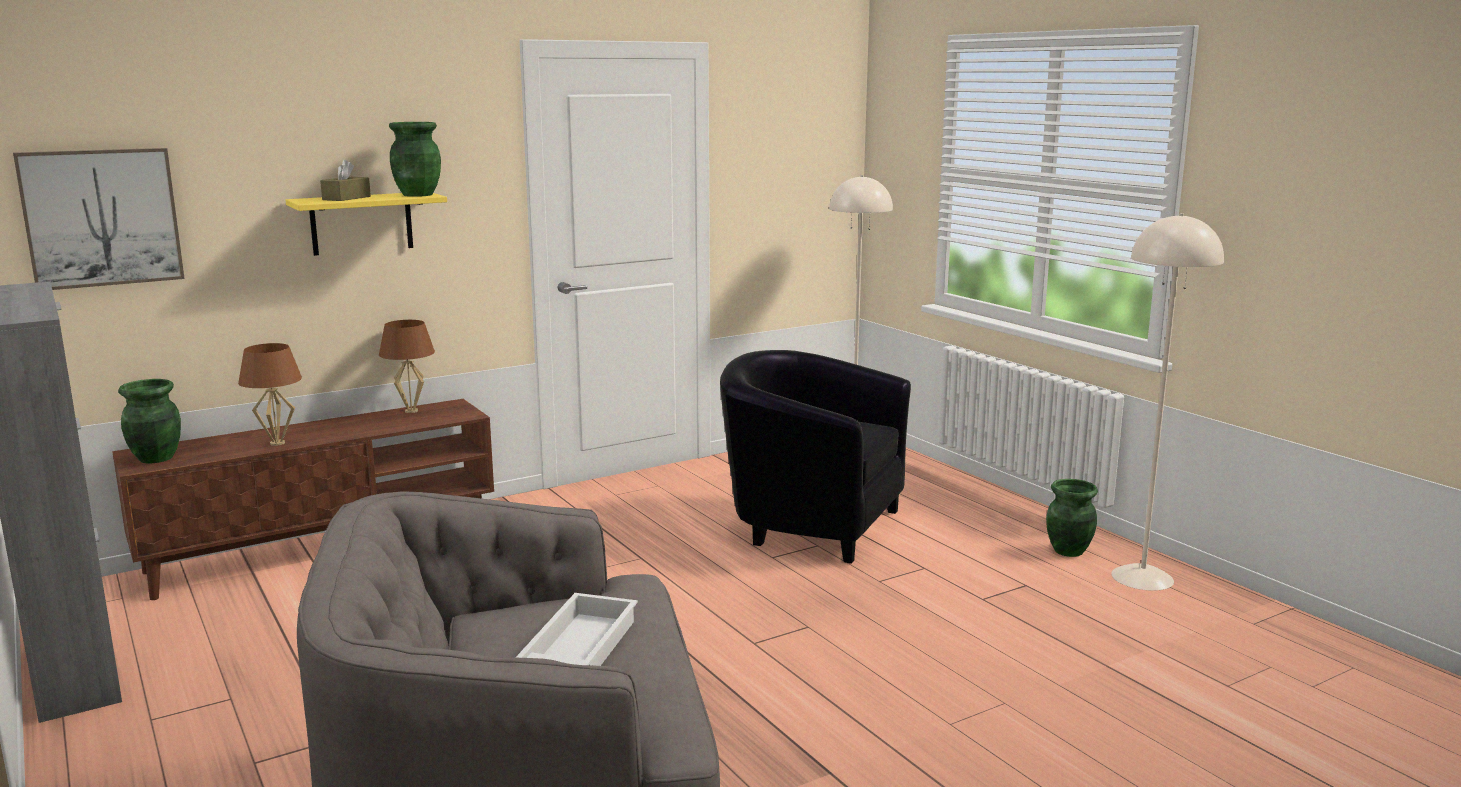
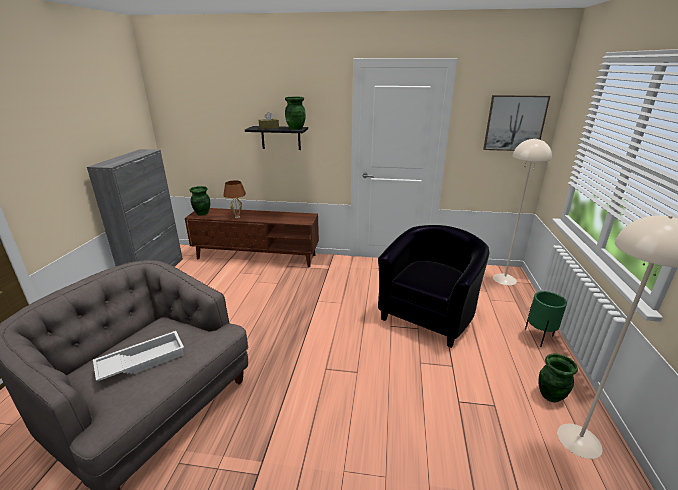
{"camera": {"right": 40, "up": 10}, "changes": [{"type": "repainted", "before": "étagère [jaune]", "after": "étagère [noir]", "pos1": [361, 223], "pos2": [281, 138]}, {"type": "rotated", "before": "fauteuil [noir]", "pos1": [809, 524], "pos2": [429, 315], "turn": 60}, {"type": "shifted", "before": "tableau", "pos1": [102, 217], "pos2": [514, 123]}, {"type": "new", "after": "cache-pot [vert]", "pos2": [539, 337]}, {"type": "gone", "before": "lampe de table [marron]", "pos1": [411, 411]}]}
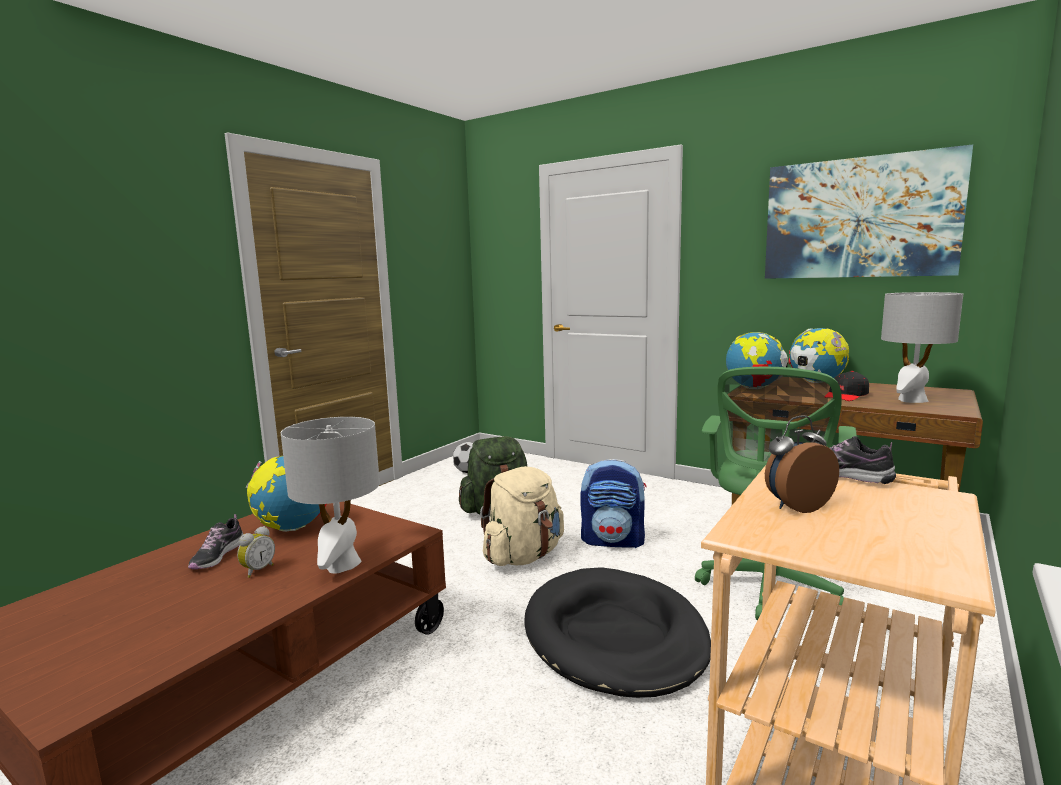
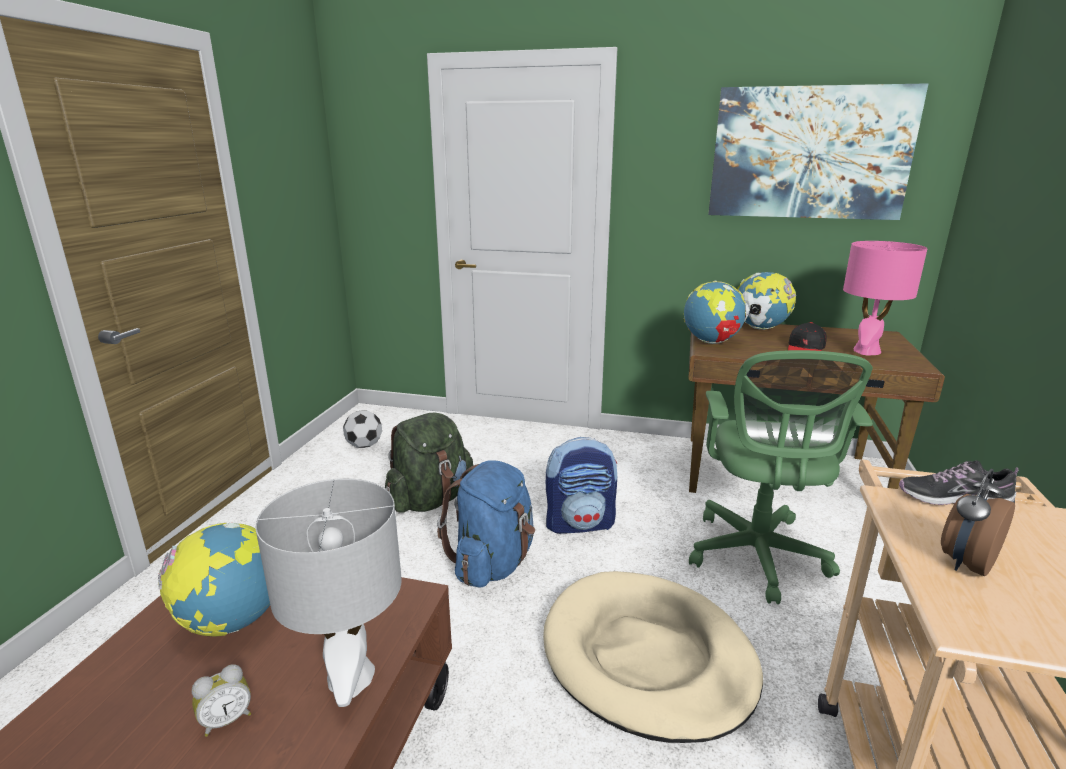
{"camera": {"right": -20, "up": 10}, "changes": [{"type": "rotated", "before": "réveil", "pos1": [257, 570], "pos2": [226, 720], "turn": 45}, {"type": "repainted", "before": "sac à dos [beige]", "after": "sac à dos [bleu]", "pos1": [524, 556], "pos2": [493, 563]}, {"type": "repainted", "before": "panier pour chien [noir]", "after": "panier pour chien [beige]", "pos1": [614, 636], "pos2": [647, 658]}, {"type": "repainted", "before": "lampe de table [gris]", "after": "lampe de table [rose]", "pos1": [912, 400], "pos2": [866, 351]}, {"type": "gone", "before": "chaussure", "pos1": [217, 556]}]}
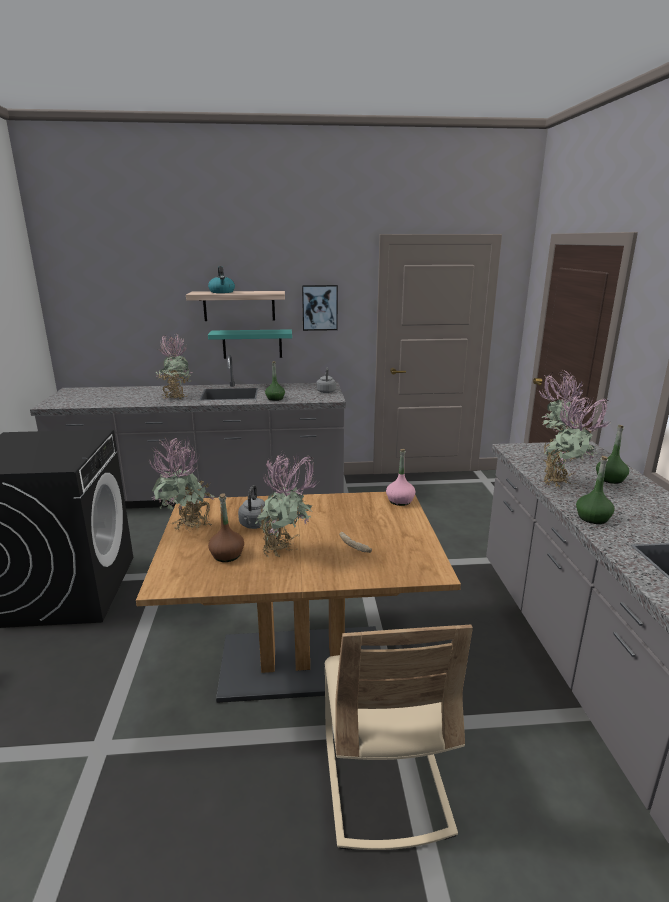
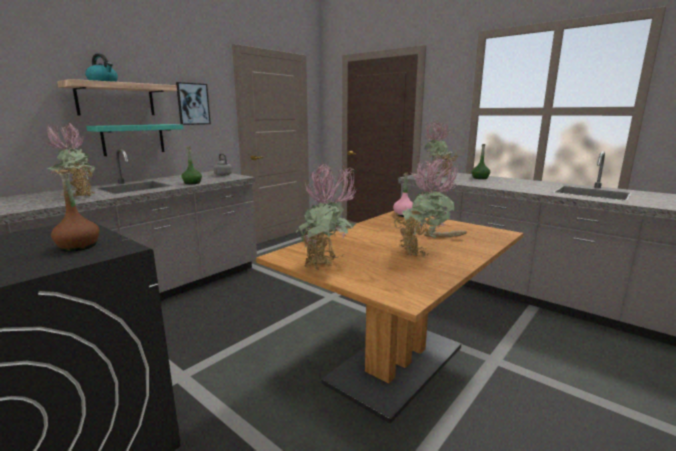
{"camera": {"right": -45, "up": -5}, "changes": [{"type": "shifted", "before": "bouteille [marron]", "pos1": [227, 555], "pos2": [79, 246]}, {"type": "gone", "before": "bouilloire [gris]", "pos1": [254, 525]}, {"type": "gone", "before": "chaise [beige]", "pos1": [385, 780]}, {"type": "gone", "before": "plante en pot", "pos1": [564, 485]}, {"type": "gone", "before": "bouteille [vert]", "pos1": [593, 518]}]}
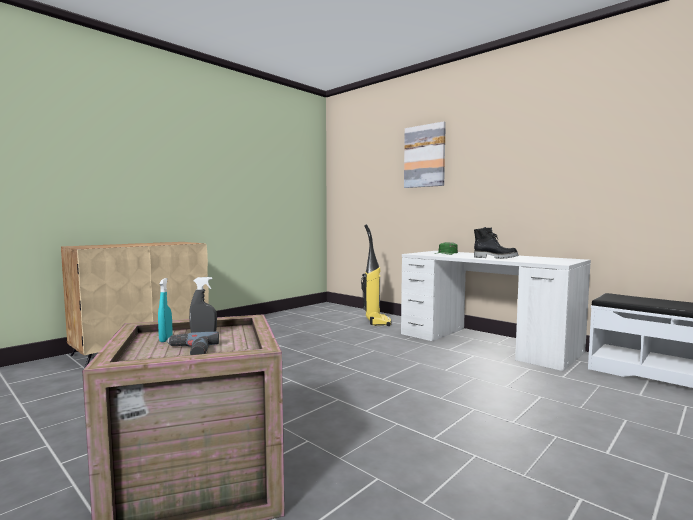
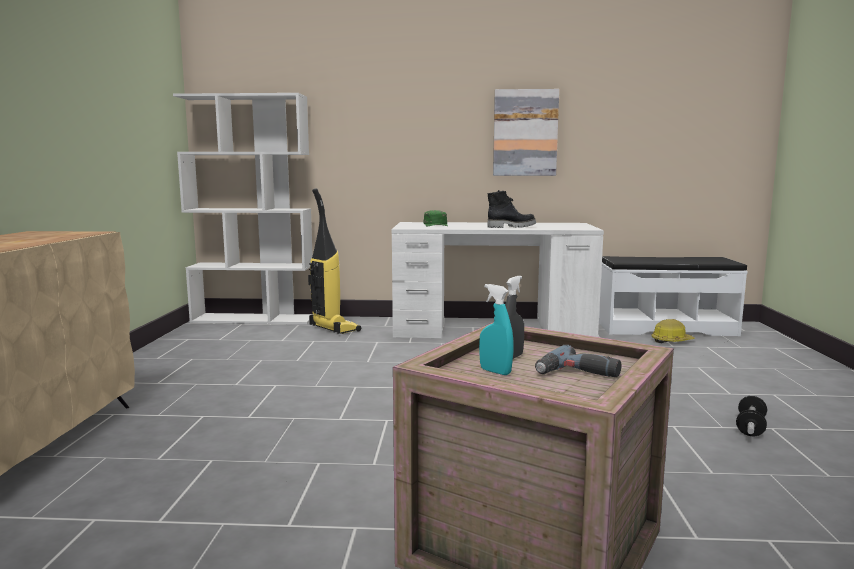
{"camera": {"right": -40, "up": 5}, "changes": [{"type": "new", "after": "bibliothèque [blanc]", "pos2": [254, 319]}, {"type": "shifted", "before": "tableau", "pos1": [424, 156], "pos2": [525, 133]}, {"type": "new", "after": "casque de chantier", "pos2": [671, 341]}, {"type": "new", "after": "haltère", "pos2": [750, 427]}]}
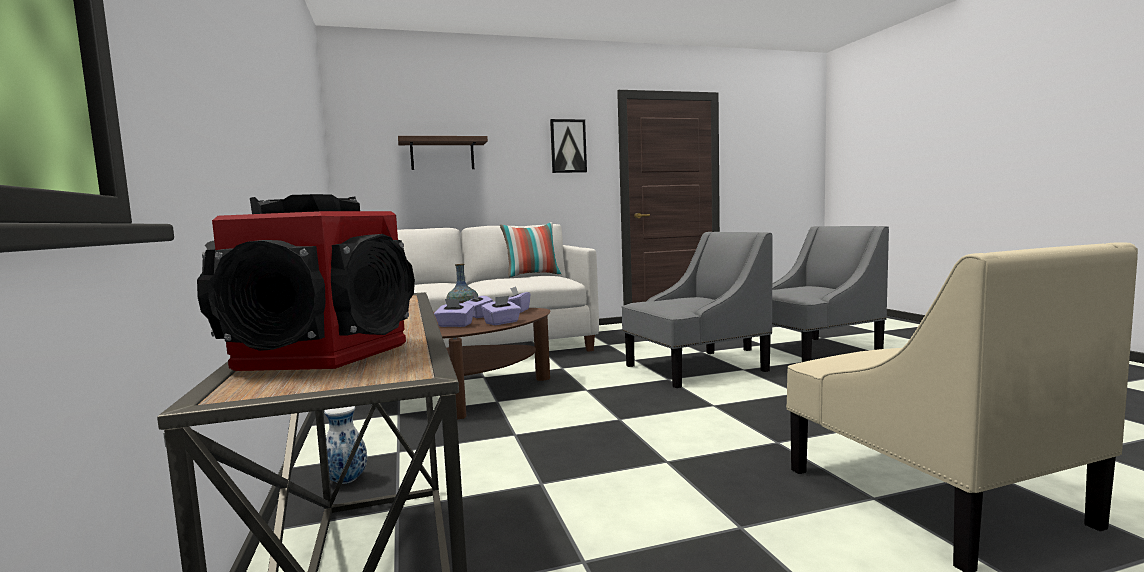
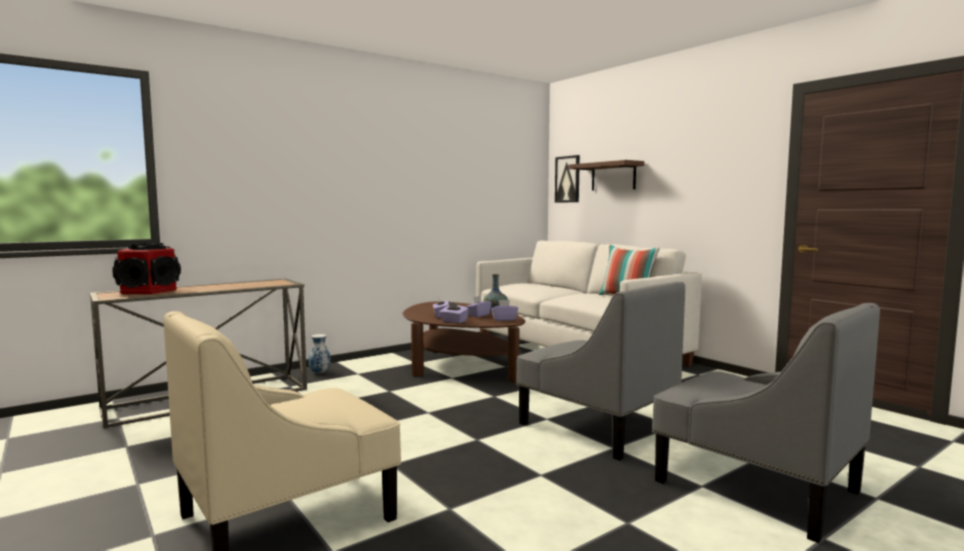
{"camera": {"right": 70, "up": 0}, "changes": [{"type": "shifted", "before": "tableau", "pos1": [568, 146], "pos2": [567, 179]}]}
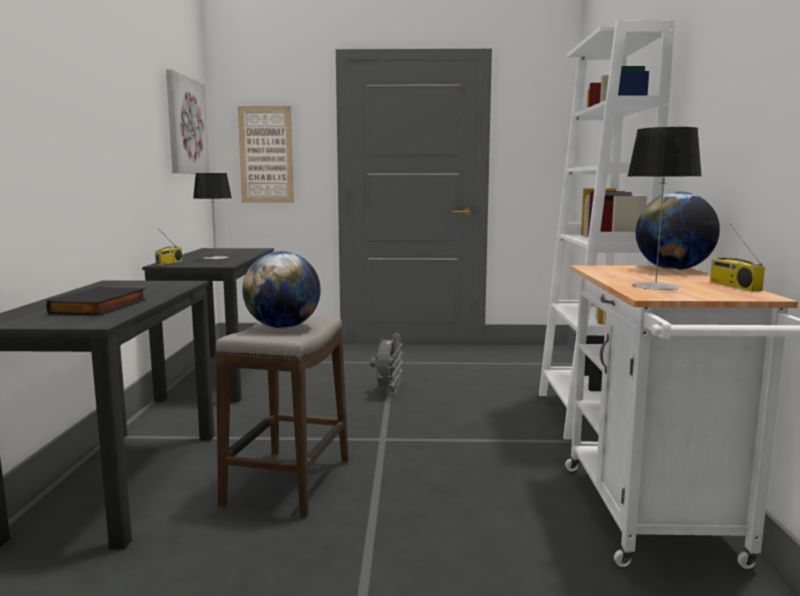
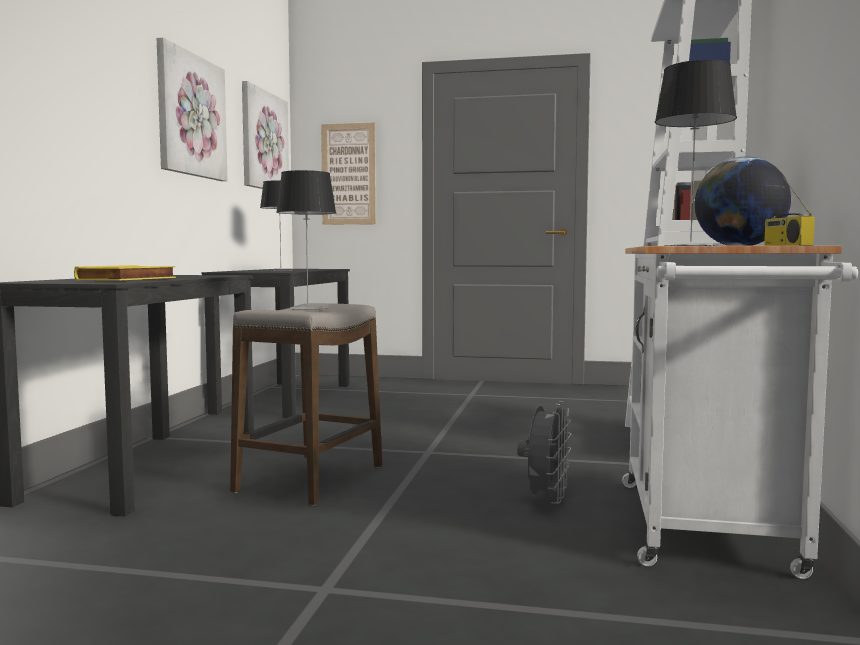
{"camera": {"right": 10, "up": -5}, "changes": [{"type": "repainted", "before": "livre [noir]", "after": "livre [jaune]", "pos1": [101, 307], "pos2": [128, 279]}, {"type": "new", "after": "tableau", "pos2": [190, 115]}, {"type": "swapped", "before": "globe", "after": "lampe de table", "pos1": [283, 327], "pos2": [307, 308]}, {"type": "shifted", "before": "ventilateur [gris]", "pos1": [388, 391], "pos2": [546, 499]}, {"type": "gone", "before": "radio", "pos1": [169, 263]}]}
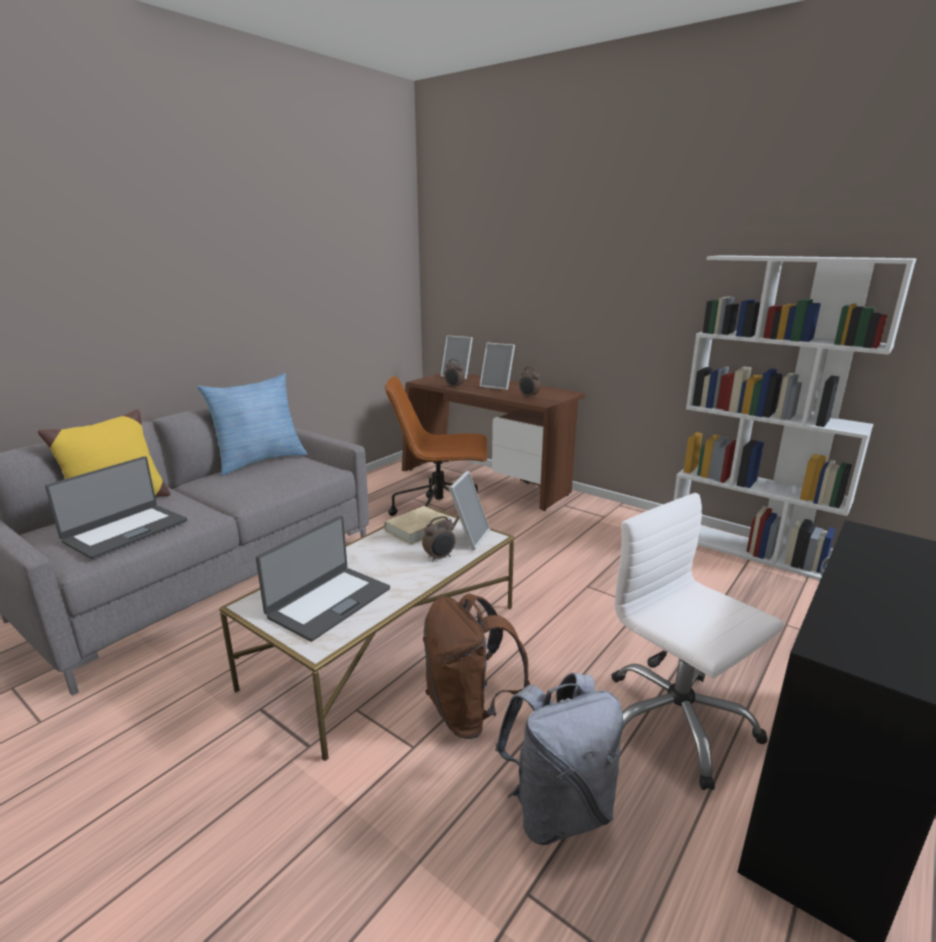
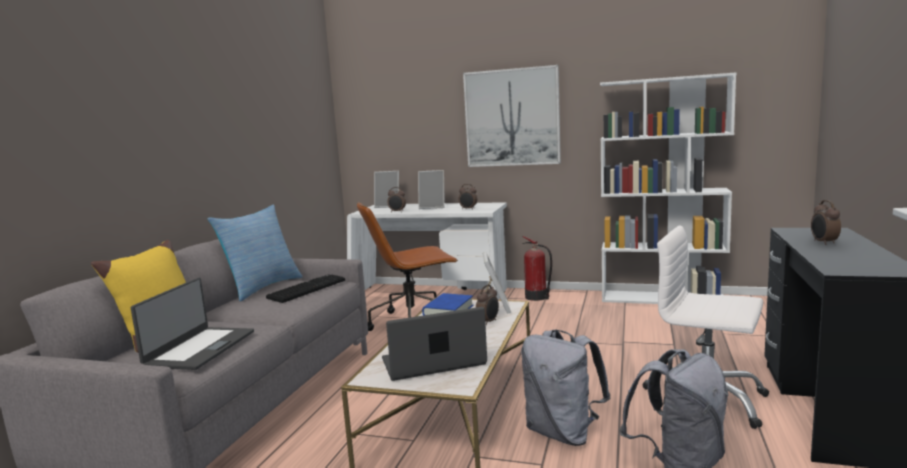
{"camera": {"right": -20, "up": -10}, "changes": [{"type": "new", "after": "clavier", "pos2": [307, 289]}, {"type": "repainted", "before": "bureau [marron]", "after": "bureau [blanc]", "pos1": [486, 482], "pos2": [429, 295]}, {"type": "rotated", "before": "ordinateur portable", "pos1": [328, 602], "pos2": [434, 363], "turn": -120}, {"type": "repainted", "before": "livre [beige]", "after": "livre [bleu]", "pos1": [417, 529], "pos2": [448, 311]}, {"type": "new", "after": "tableau", "pos2": [512, 117]}, {"type": "repainted", "before": "sac à dos [marron]", "after": "sac à dos [gris]", "pos1": [470, 712], "pos2": [563, 433]}, {"type": "new", "after": "extincteur", "pos2": [537, 297]}, {"type": "new", "after": "réveil", "pos2": [823, 243]}]}
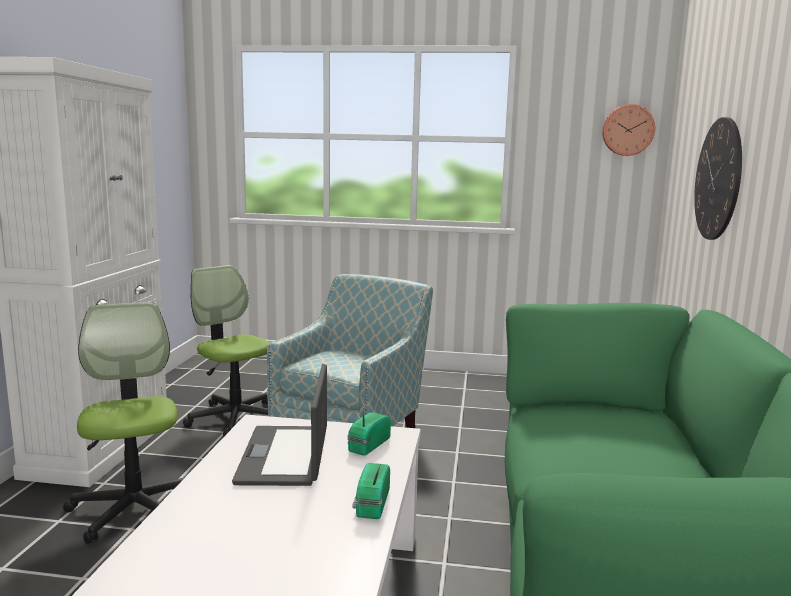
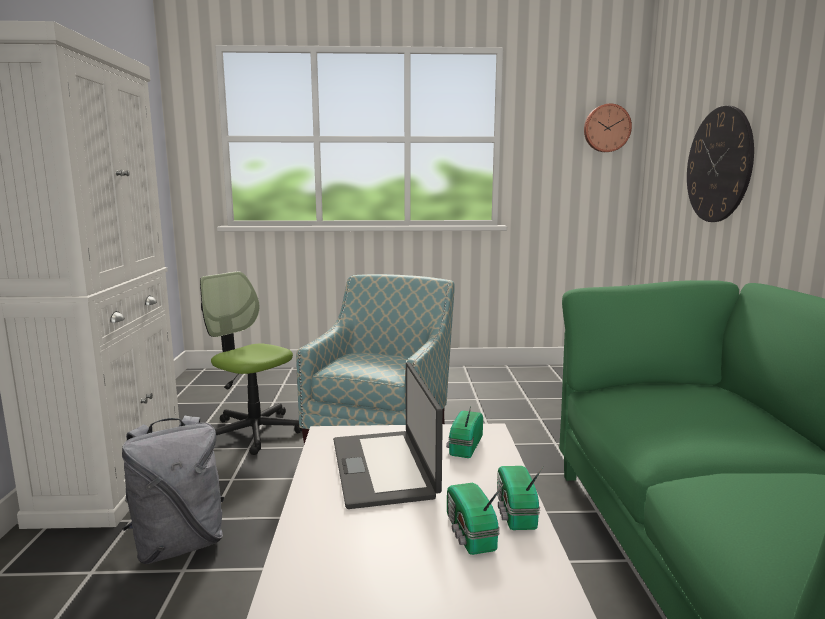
{"camera": {"right": -10, "up": 0}, "changes": [{"type": "swapped", "before": "chaise de bureau", "after": "sac à dos [gris]", "pos1": [135, 508], "pos2": [179, 544]}, {"type": "new", "after": "radio", "pos2": [469, 534]}]}
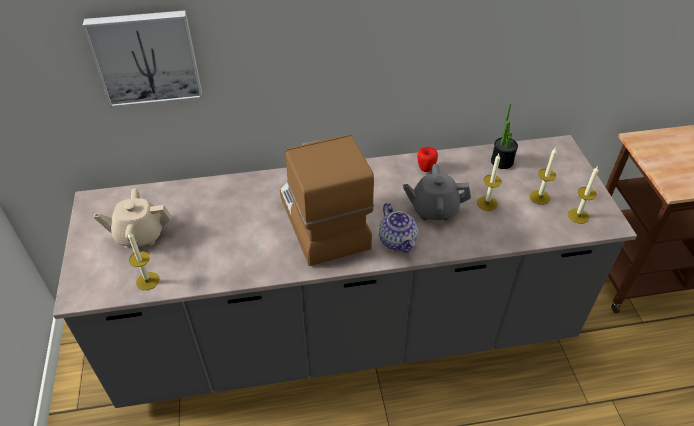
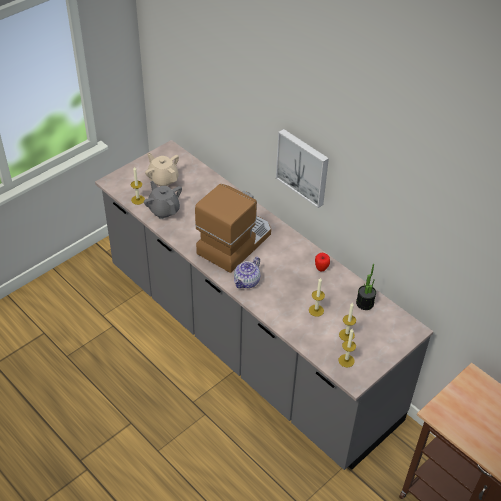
{"camera": {"right": 55, "up": 0}, "changes": [{"type": "shifted", "before": "théière [gris]", "pos1": [434, 209], "pos2": [164, 210]}, {"type": "shifted", "before": "tableau", "pos1": [146, 57], "pos2": [303, 167]}]}
